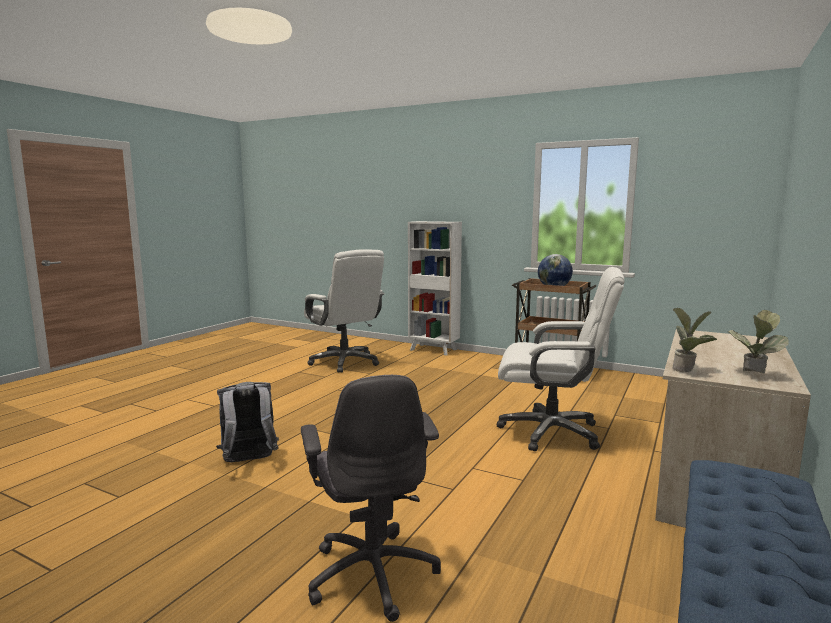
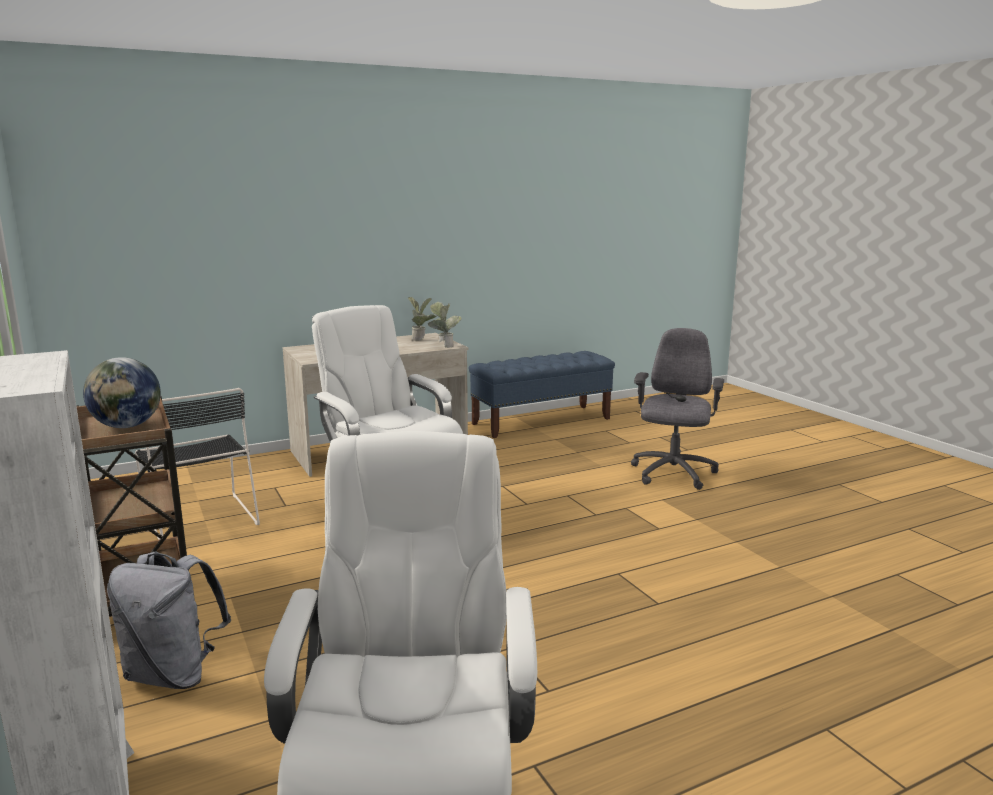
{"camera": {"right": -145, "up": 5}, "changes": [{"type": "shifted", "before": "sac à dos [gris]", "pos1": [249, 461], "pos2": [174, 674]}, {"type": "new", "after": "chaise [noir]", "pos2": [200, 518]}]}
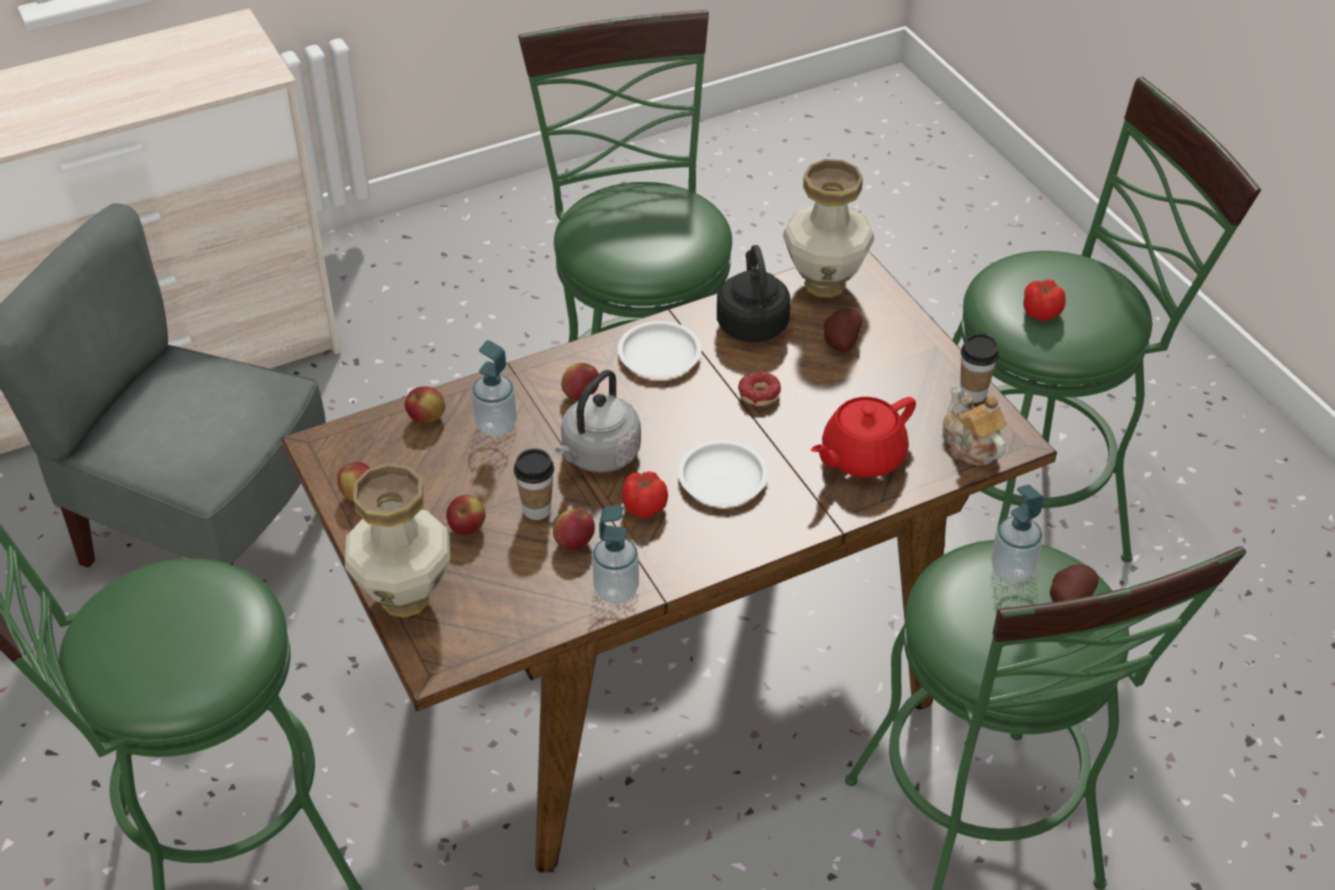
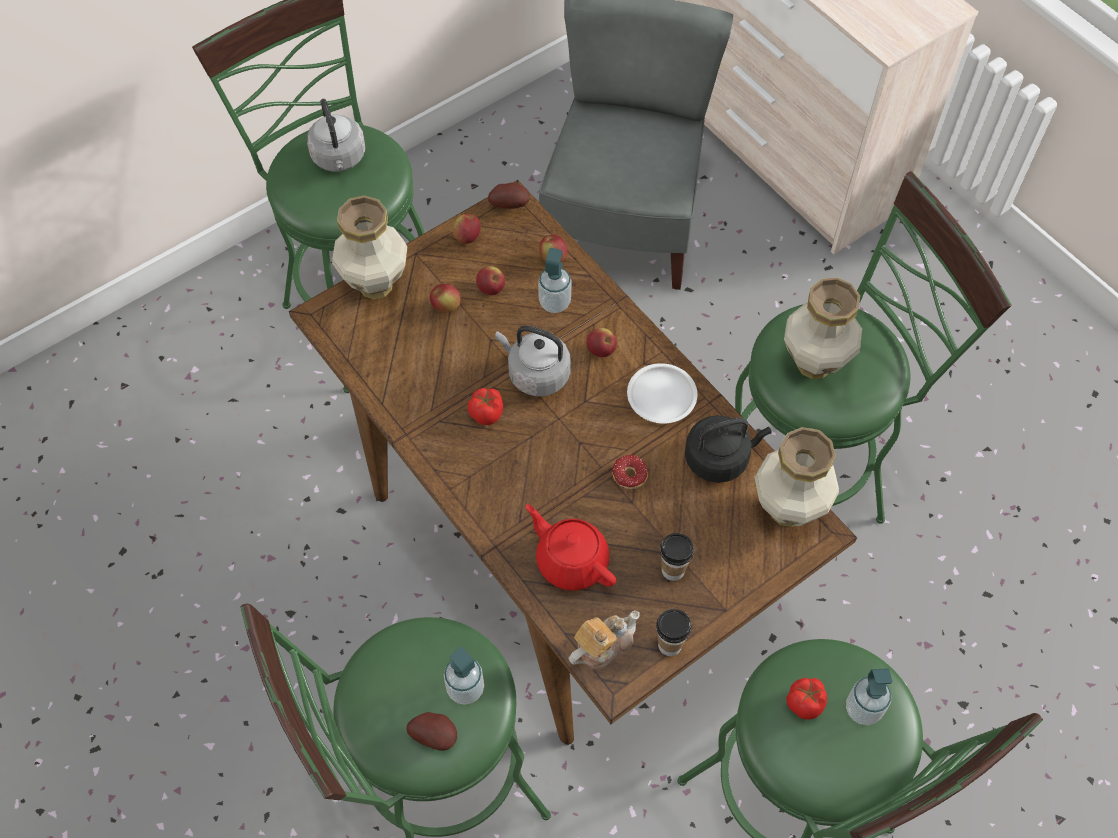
{"camera": {"right": 80, "up": 15}, "changes": [{"type": "new", "after": "bouilloire [gris]", "pos2": [339, 159]}, {"type": "shifted", "before": "pomme", "pos1": [574, 543], "pos2": [491, 289]}, {"type": "shifted", "before": "pomme de terre", "pos1": [839, 343], "pos2": [510, 204]}, {"type": "shifted", "before": "tasse", "pos1": [537, 510], "pos2": [673, 570]}, {"type": "new", "after": "vase", "pos2": [814, 365]}, {"type": "shifted", "before": "distributeur de savon", "pos1": [616, 590], "pos2": [863, 709]}, {"type": "gone", "before": "assiette [blanc]", "pos1": [722, 478]}]}
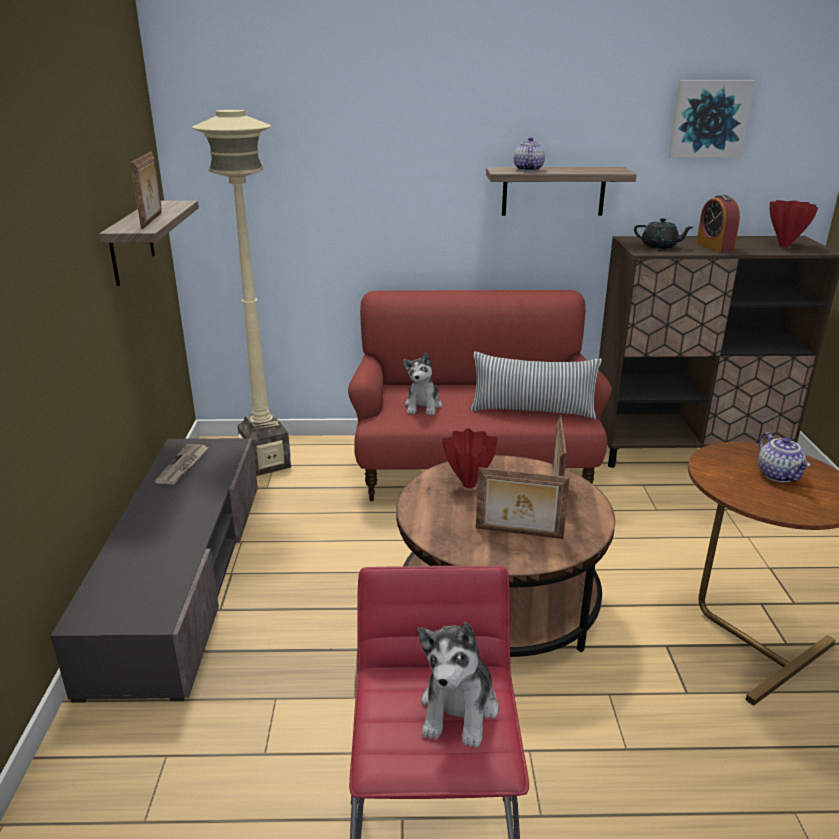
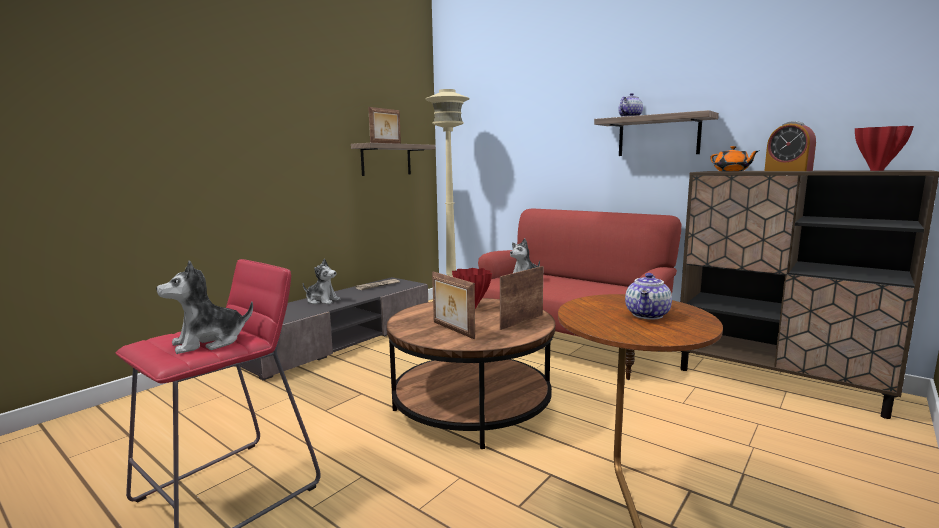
{"camera": {"right": 40, "up": -15}, "changes": [{"type": "new", "after": "peluche", "pos2": [322, 301]}, {"type": "repainted", "before": "théière [noir]", "after": "théière [orange]", "pos1": [660, 246], "pos2": [731, 171]}, {"type": "rotated", "before": "réveil", "pos1": [714, 247], "pos2": [788, 171], "turn": -60}, {"type": "gone", "before": "coussin", "pos1": [532, 411]}, {"type": "gone", "before": "tableau", "pos1": [708, 119]}]}
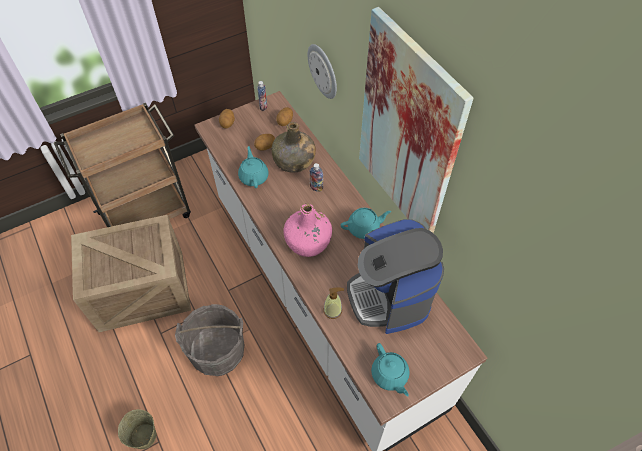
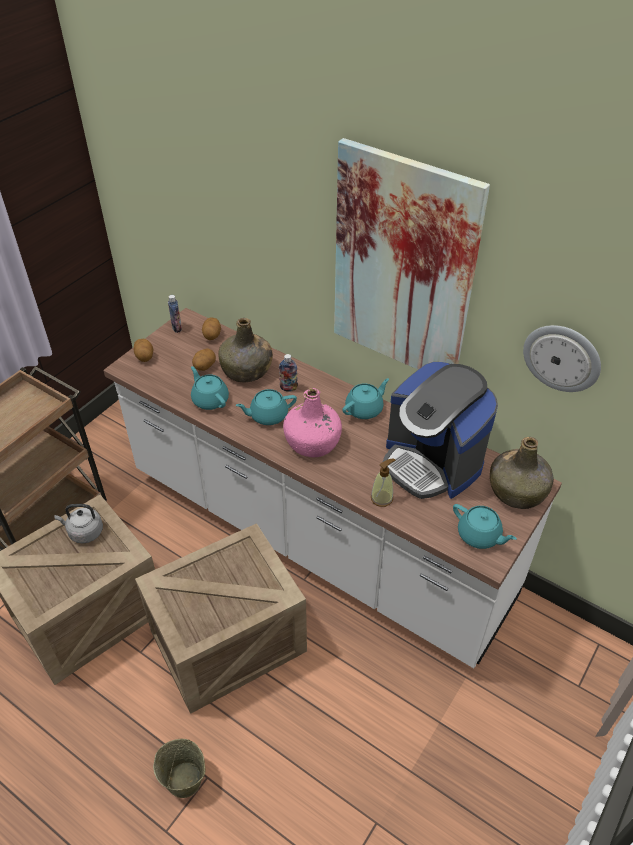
{"camera": {"right": -25, "up": -10}, "changes": [{"type": "new", "after": "bouilloire [gris]", "pos2": [84, 532]}, {"type": "swapped", "before": "seau [gris]", "after": "caisse", "pos1": [218, 352], "pos2": [227, 643]}, {"type": "new", "after": "théière [turquoise]", "pos2": [268, 415]}, {"type": "new", "after": "bouteille [vert]", "pos2": [517, 491]}, {"type": "shifted", "before": "horloge murale", "pos1": [323, 71], "pos2": [562, 357]}]}
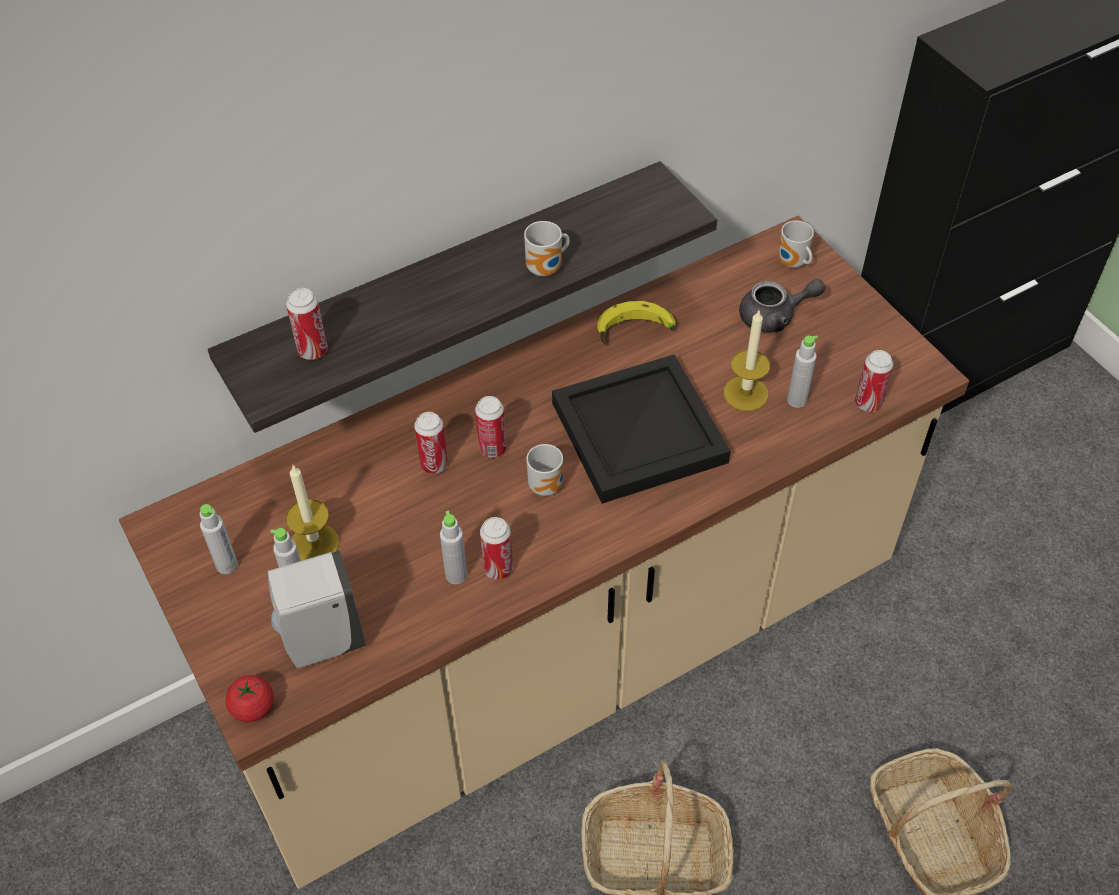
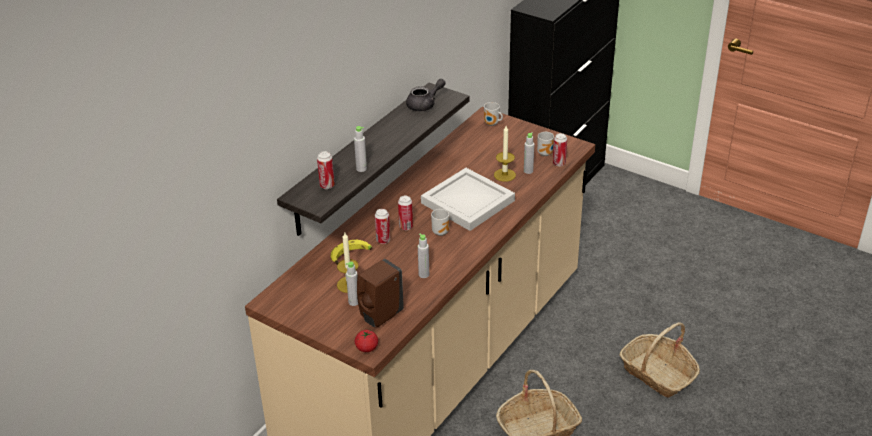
{"camera": {"right": -25, "up": -15}, "changes": [{"type": "shifted", "before": "banane", "pos1": [635, 332], "pos2": [351, 257]}, {"type": "shifted", "before": "bouteille [gris]", "pos1": [227, 565], "pos2": [361, 169]}, {"type": "repainted", "before": "distributeur de savon [blanc]", "after": "distributeur de savon [marron]", "pos1": [321, 642], "pos2": [380, 316]}, {"type": "shifted", "before": "théière [gris]", "pos1": [775, 316], "pos2": [425, 105]}, {"type": "repainted", "before": "plateau [noir]", "after": "plateau [blanc]", "pos1": [641, 433], "pos2": [469, 202]}, {"type": "shifted", "before": "mug", "pos1": [547, 269], "pos2": [546, 153]}, {"type": "gone", "before": "boîte métallique", "pos1": [498, 569]}]}
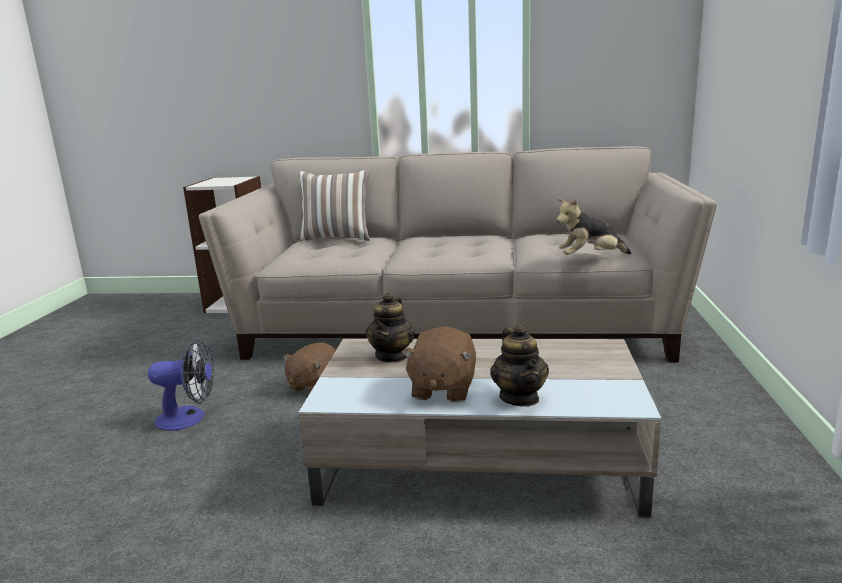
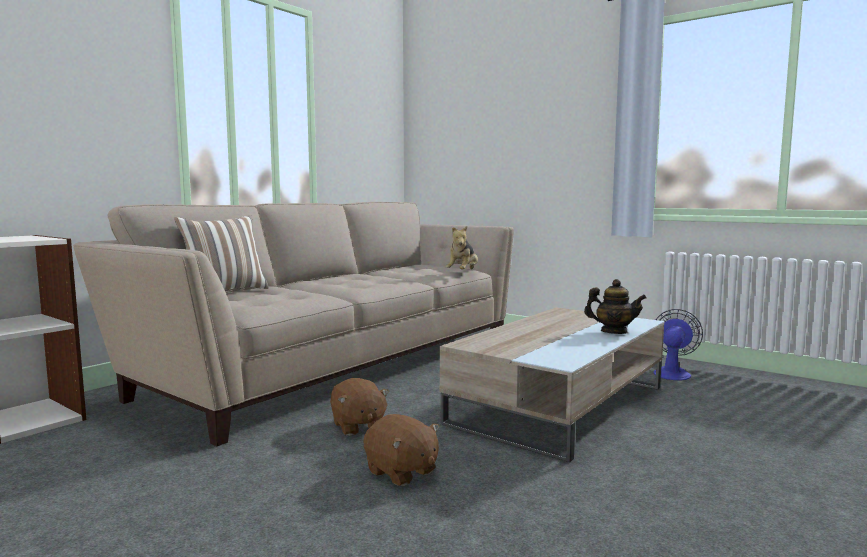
{"camera": {"right": -60, "up": -10}, "changes": [{"type": "shifted", "before": "peluche [marron]", "pos1": [442, 389], "pos2": [401, 472]}, {"type": "shifted", "before": "ventilateur", "pos1": [189, 418], "pos2": [672, 373]}, {"type": "gone", "before": "théière", "pos1": [392, 356]}]}
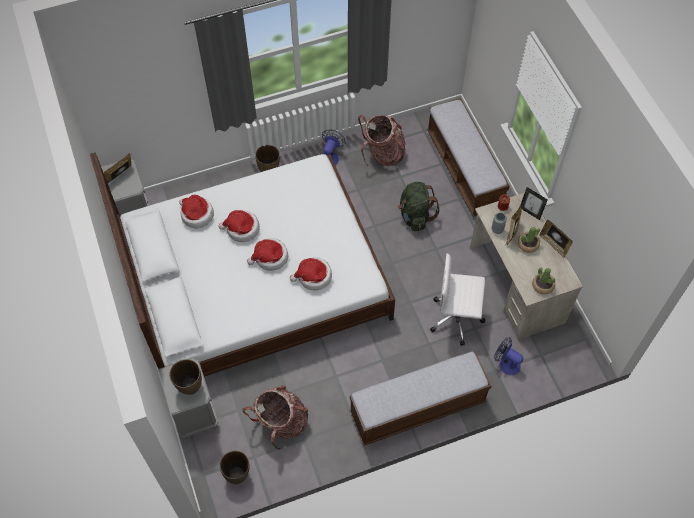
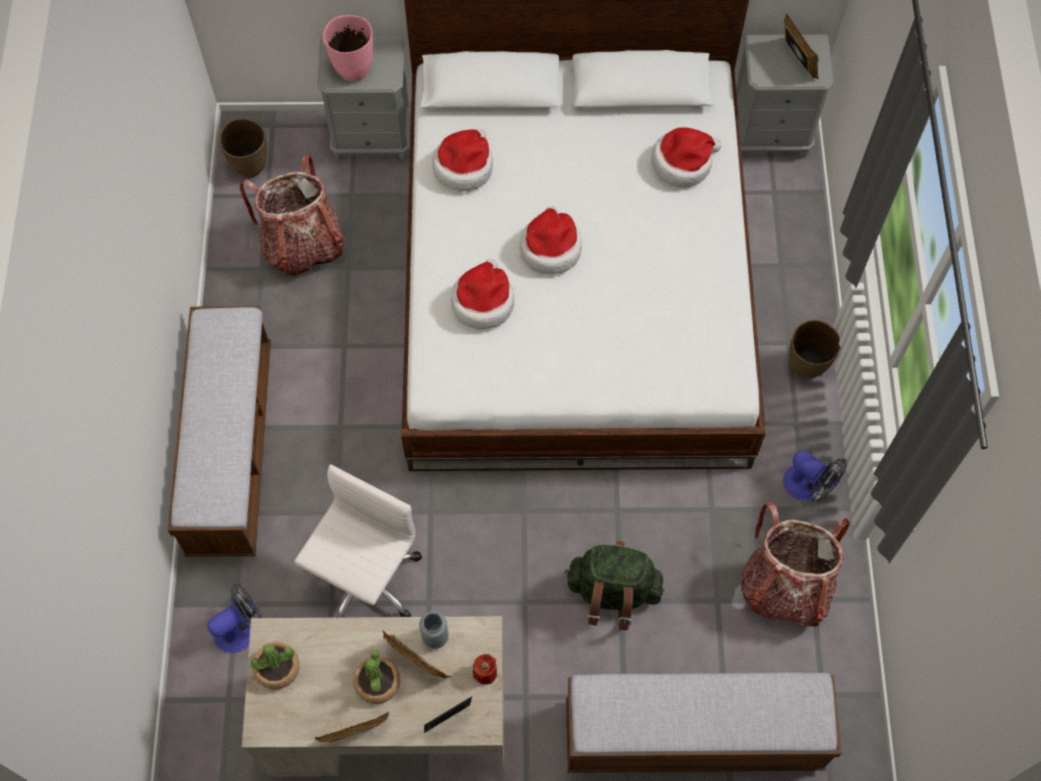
{"camera": {"right": 110, "up": 5}, "changes": [{"type": "repainted", "before": "vase [marron]", "after": "vase [rose]", "pos1": [190, 387], "pos2": [353, 69]}, {"type": "shifted", "before": "chapeau", "pos1": [242, 229], "pos2": [464, 166]}]}
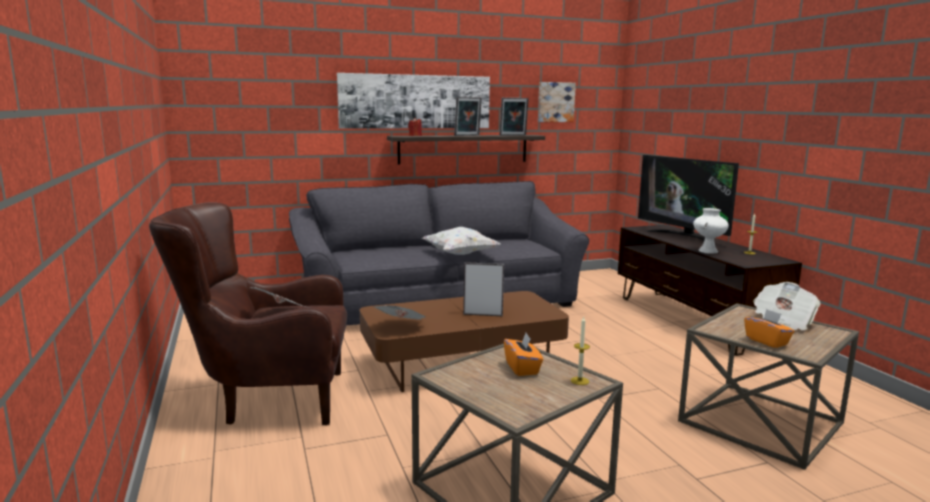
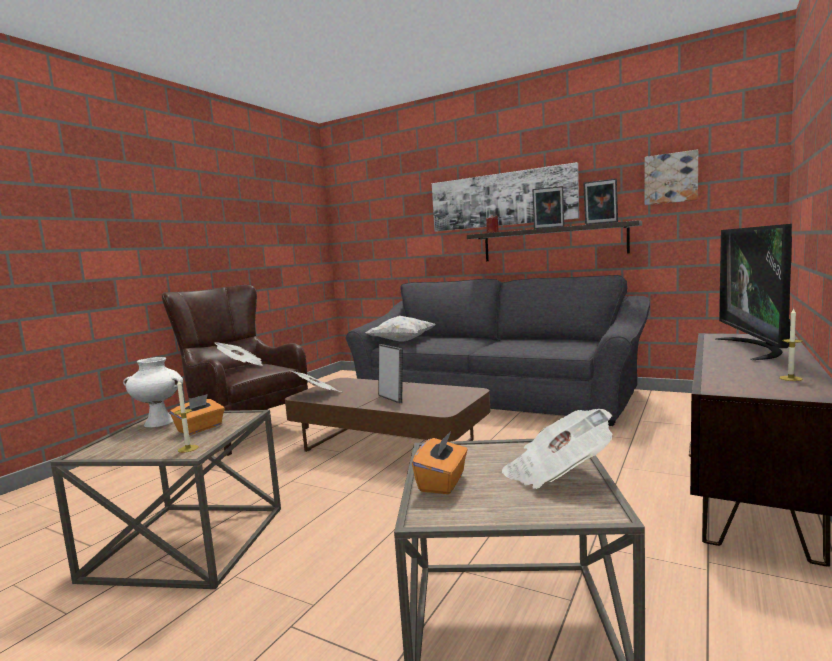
{"camera": {"right": 50, "up": -5}, "changes": [{"type": "shifted", "before": "vase [blanc]", "pos1": [707, 251], "pos2": [160, 422]}, {"type": "shifted", "before": "coussin [blanc]", "pos1": [460, 254], "pos2": [401, 341]}]}
